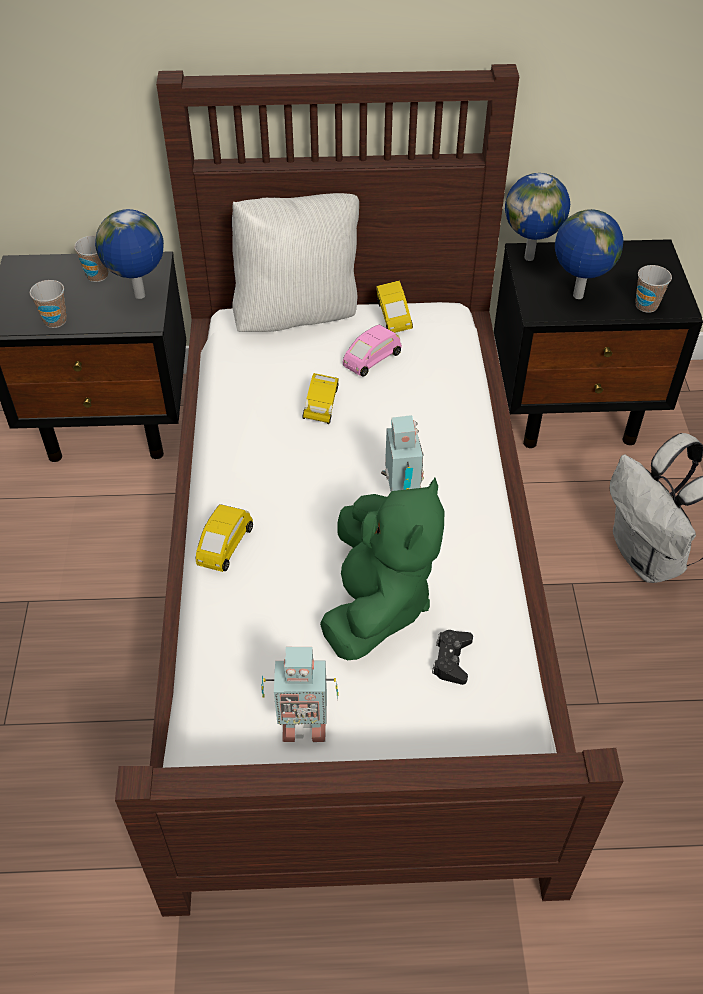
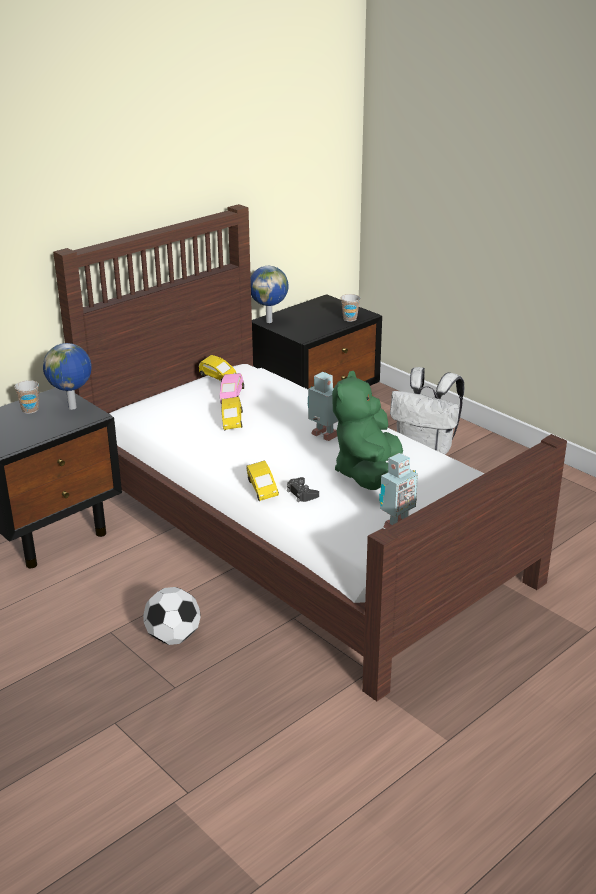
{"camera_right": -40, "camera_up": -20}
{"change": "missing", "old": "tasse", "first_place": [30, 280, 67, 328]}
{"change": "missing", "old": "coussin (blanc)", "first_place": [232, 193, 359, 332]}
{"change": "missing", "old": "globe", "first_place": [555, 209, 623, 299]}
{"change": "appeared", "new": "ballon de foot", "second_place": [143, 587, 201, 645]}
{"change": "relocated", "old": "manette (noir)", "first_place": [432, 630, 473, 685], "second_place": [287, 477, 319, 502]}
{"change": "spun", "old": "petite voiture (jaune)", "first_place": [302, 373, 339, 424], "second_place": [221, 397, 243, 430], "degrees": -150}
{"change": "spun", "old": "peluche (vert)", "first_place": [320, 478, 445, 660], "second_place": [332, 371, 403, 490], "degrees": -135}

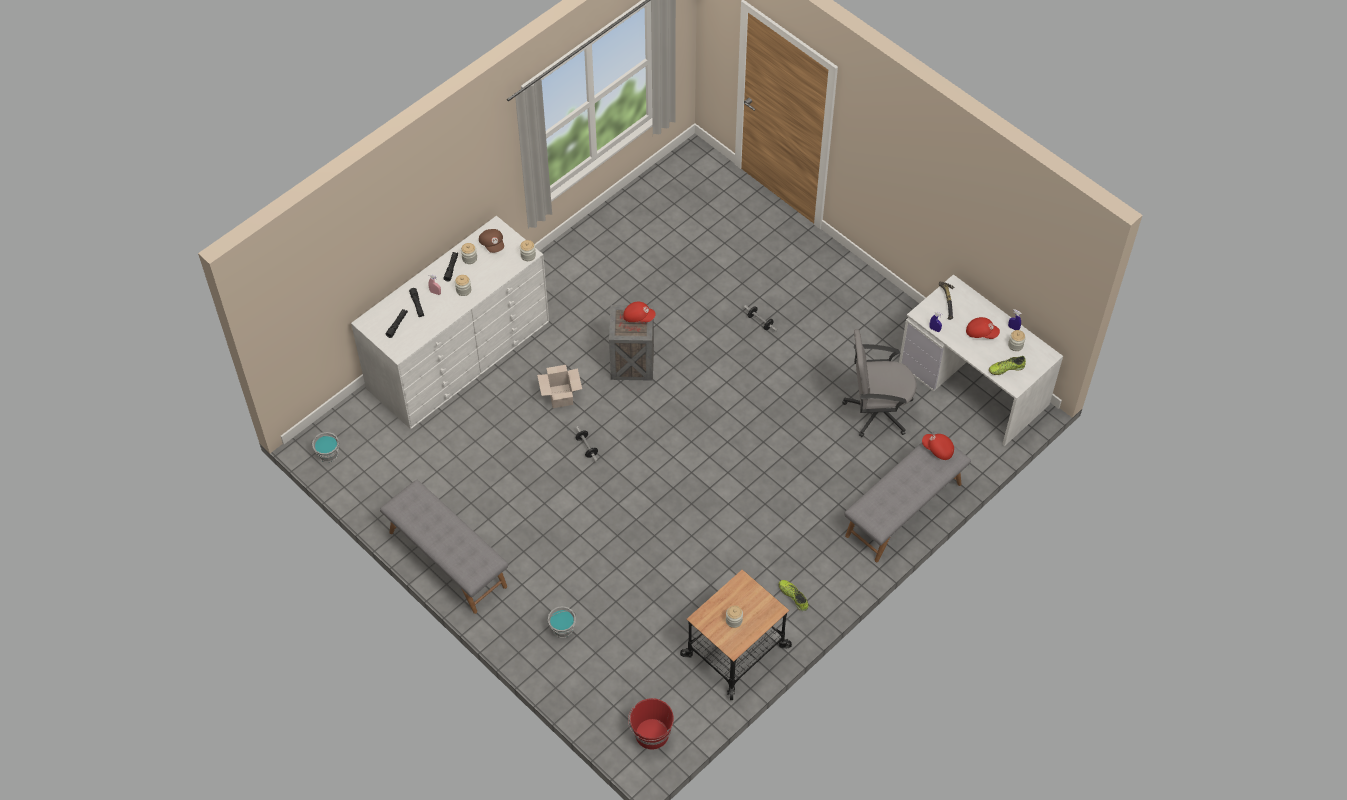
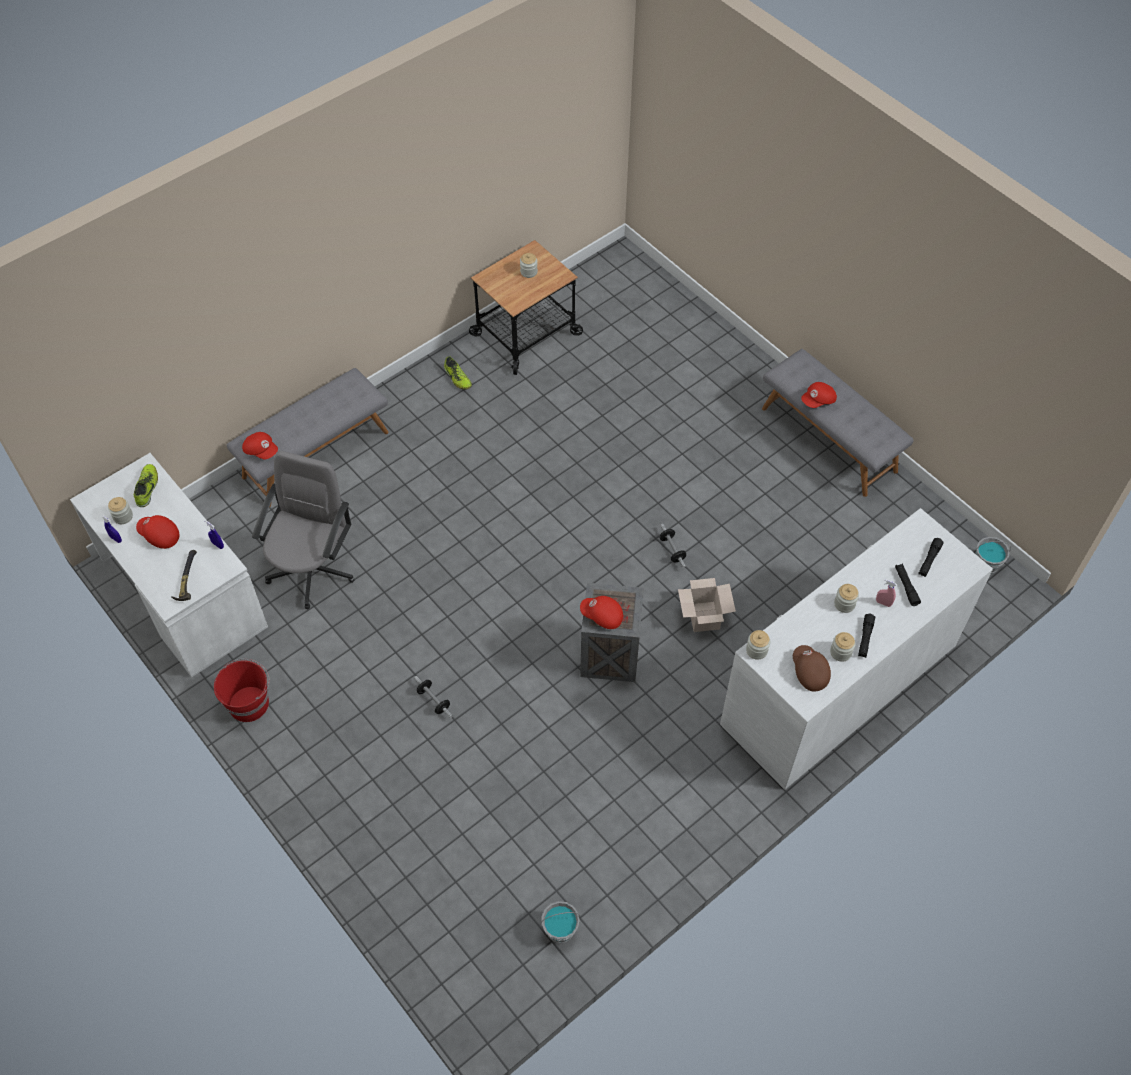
{"camera_right": -175, "camera_up": 0}
{"change": "appeared", "new": "casquette (rouge)", "second_place": [801, 382, 837, 408]}
{"change": "relocated", "old": "seau (gris)", "first_place": [547, 606, 576, 638], "second_place": [541, 901, 580, 943]}
{"change": "relocated", "old": "seau (rouge)", "first_place": [628, 698, 674, 750], "second_place": [214, 659, 269, 722]}
{"change": "spun", "old": "chaise de bureau (gris)", "first_place": [842, 329, 917, 437], "second_place": [252, 451, 355, 609], "degrees": -75}
{"change": "spun", "old": "chaussure", "first_place": [989, 356, 1026, 375], "second_place": [134, 464, 158, 507], "degrees": -75}

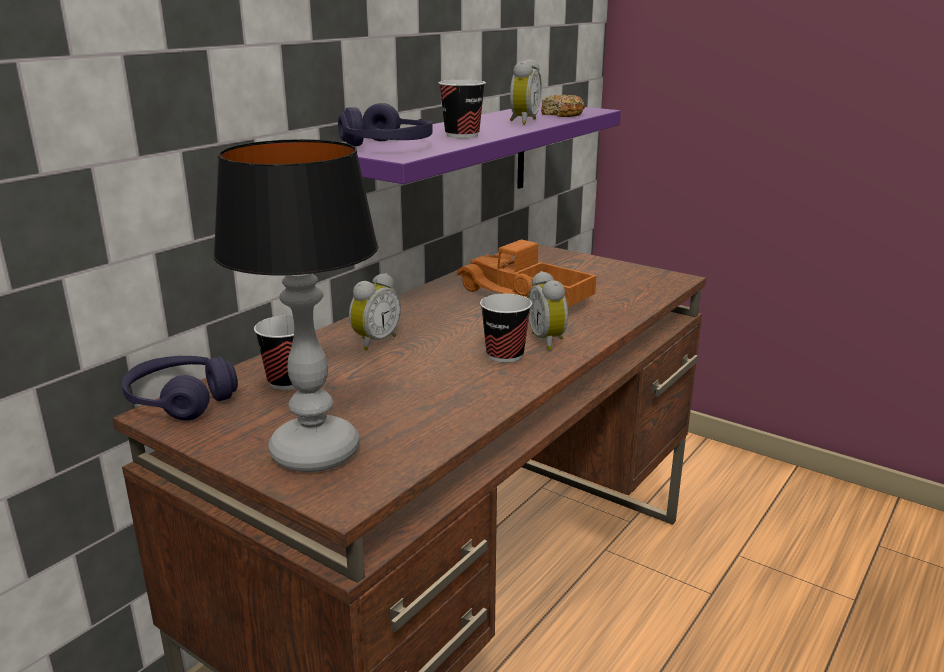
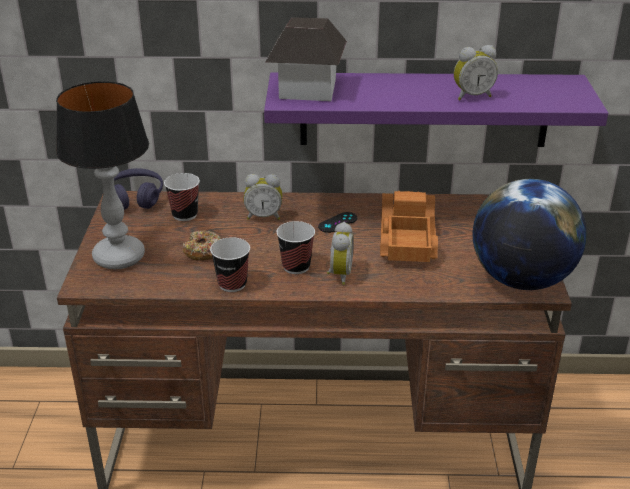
{"camera_right": 55, "camera_up": 10}
{"change": "appeared", "new": "manette (noir)", "second_place": [318, 212, 357, 233]}
{"change": "appeared", "new": "globe", "second_place": [473, 179, 587, 290]}
{"change": "relocated", "old": "tasse", "first_place": [439, 80, 486, 138], "second_place": [210, 237, 250, 292]}
{"change": "relocated", "old": "beignet", "first_place": [541, 95, 585, 117], "second_place": [182, 230, 220, 261]}
{"change": "exchanged", "old": "casque audio (violet)", "new": "maison miniature", "first_place": [338, 103, 433, 146], "second_place": [265, 17, 347, 101]}
{"change": "spun", "old": "réveil", "first_place": [528, 271, 568, 350], "second_place": [327, 222, 354, 285], "degrees": 150}

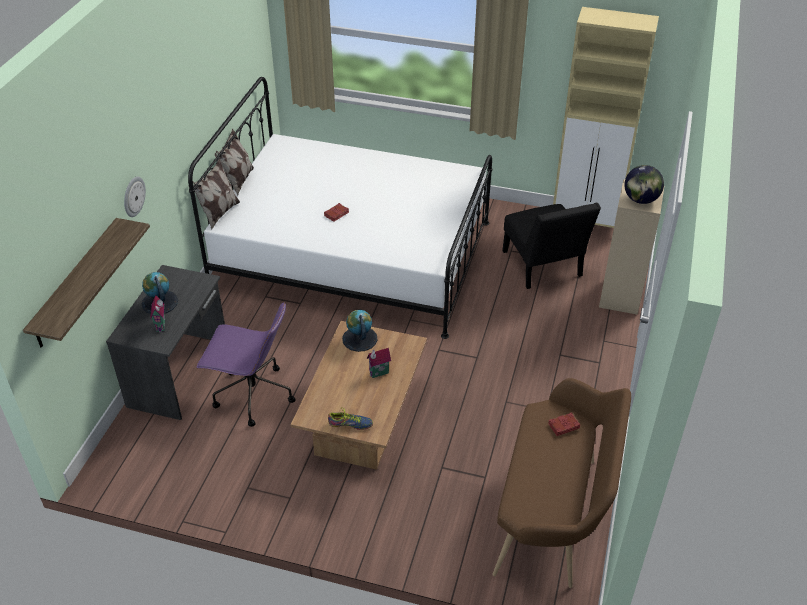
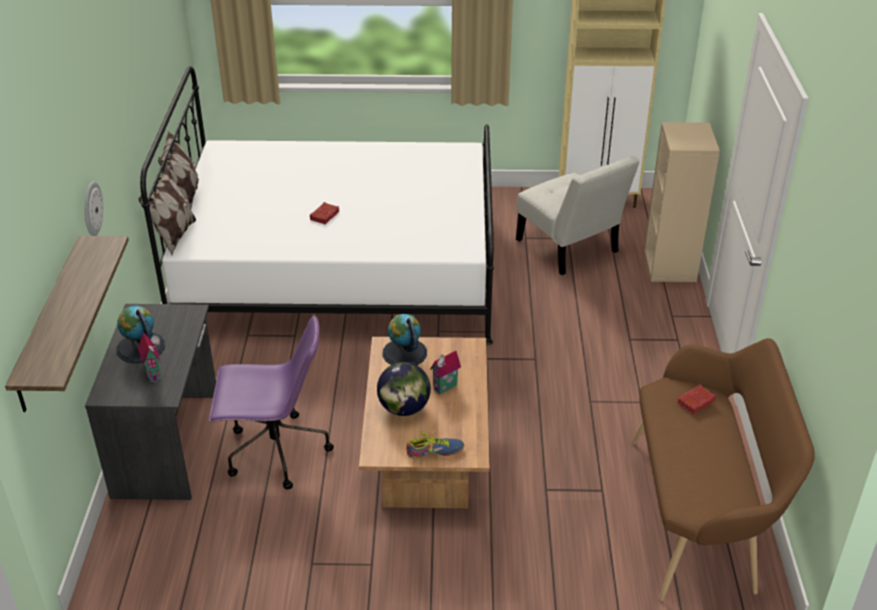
{"camera_right": -15, "camera_up": -5}
{"change": "relocated", "old": "globe", "first_place": [624, 165, 664, 204], "second_place": [377, 362, 431, 416]}
{"change": "colour", "old": "chaise (noir)", "new": "chaise (blanc)", "first_place": [502, 202, 601, 289], "second_place": [516, 156, 640, 275]}

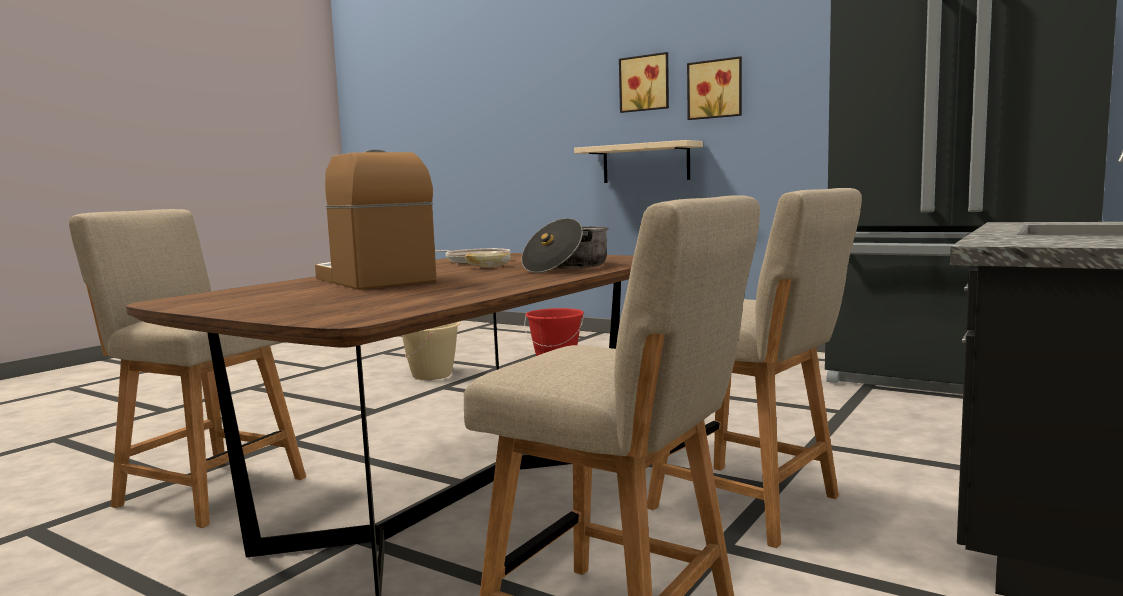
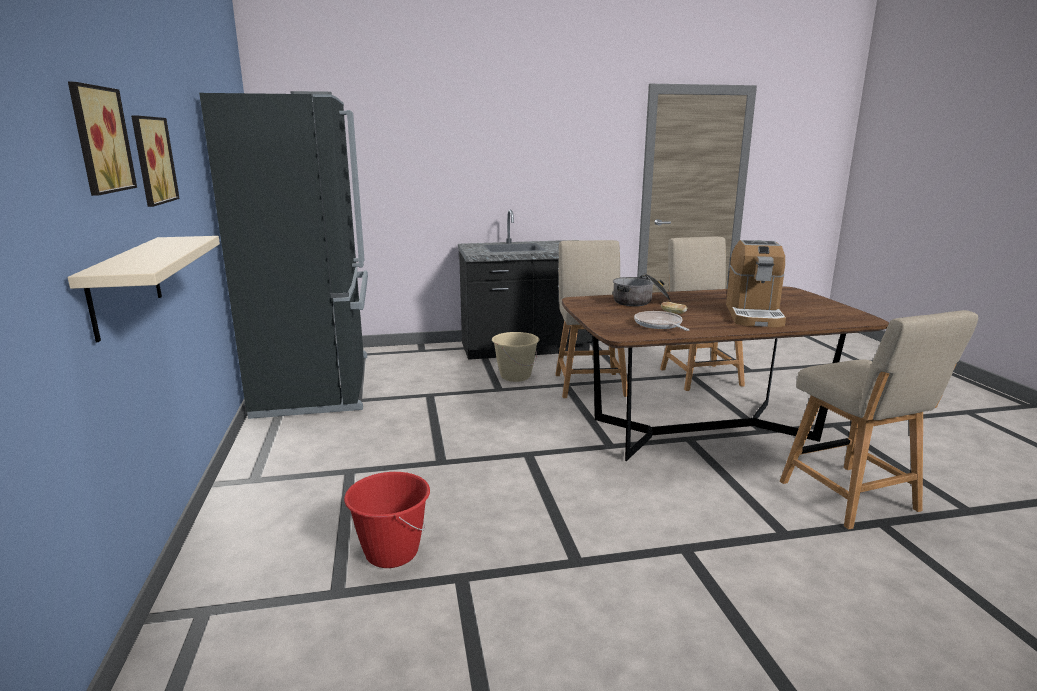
{"camera_right": -135, "camera_up": 10}
{"change": "relocated", "old": "seau (beige)", "first_place": [402, 322, 460, 380], "second_place": [492, 332, 539, 382]}

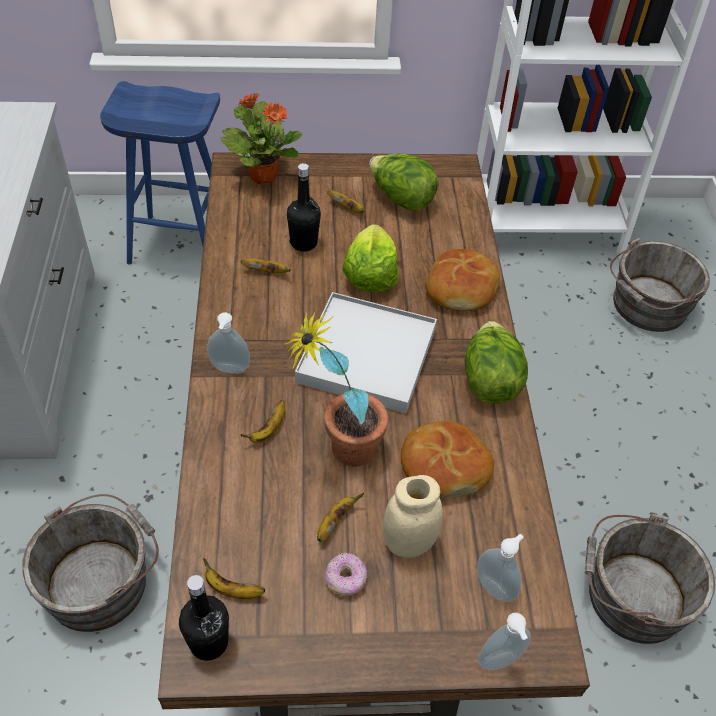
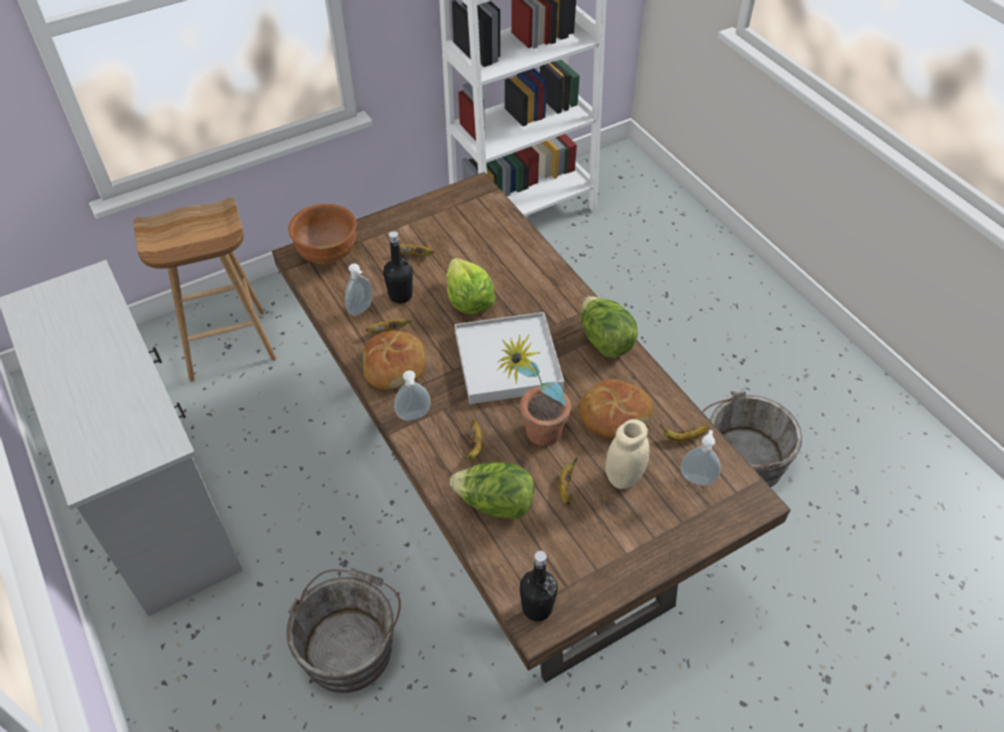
{"camera_right": -25, "camera_up": 0}
{"change": "missing", "old": "beignet", "first_place": [325, 553, 367, 595]}
{"change": "missing", "old": "seau (gris)", "first_place": [610, 238, 710, 332]}
{"change": "relocated", "old": "banane", "first_place": [203, 558, 265, 599], "second_place": [659, 424, 709, 442]}
{"change": "relocated", "old": "laitue", "first_place": [369, 154, 438, 211], "second_place": [450, 462, 534, 520]}
{"change": "relocated", "old": "pain", "first_place": [425, 249, 500, 311], "second_place": [363, 330, 425, 390]}
{"change": "relocated", "old": "distributeur de savon", "first_place": [478, 613, 531, 670], "second_place": [345, 264, 372, 316]}
{"change": "exchanged", "old": "plante en pot", "new": "bol (marron)", "first_place": [220, 93, 303, 184], "second_place": [288, 204, 356, 265]}
{"change": "colour", "old": "tabouret (bleu)", "new": "tabouret (marron)", "first_place": [100, 81, 220, 265], "second_place": [133, 197, 277, 382]}

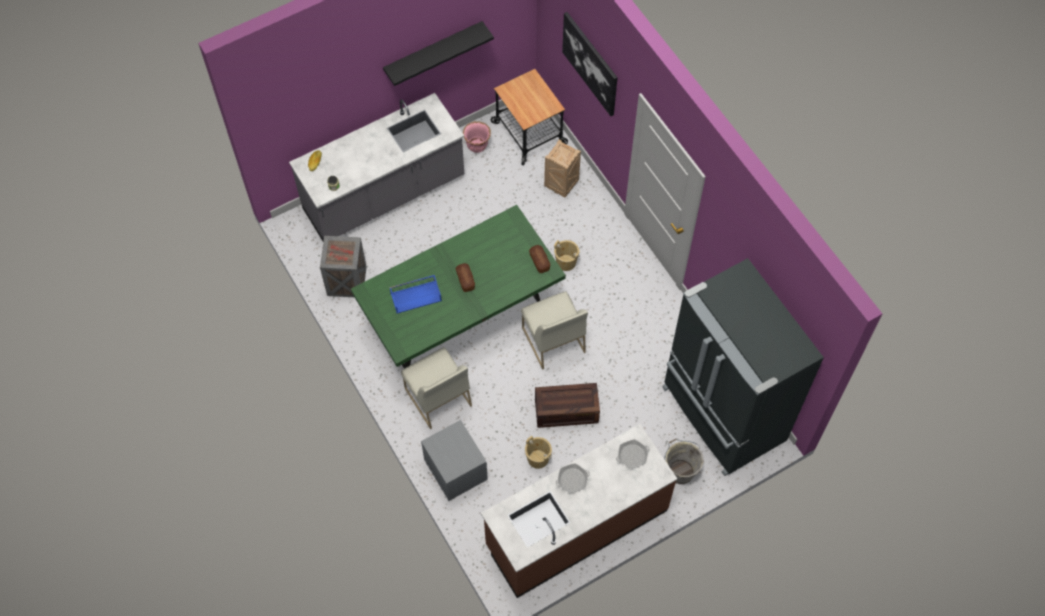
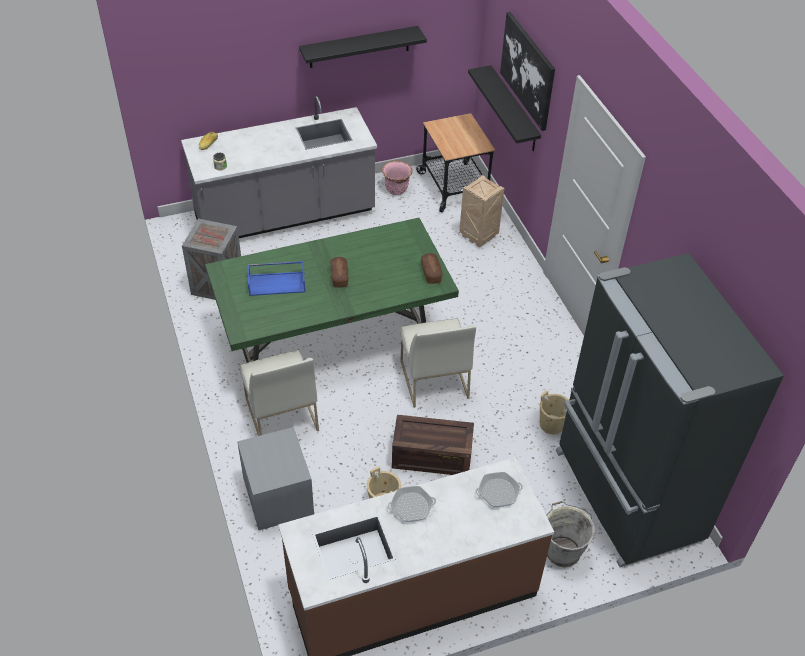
{"camera_right": 10, "camera_up": -15}
{"change": "appeared", "new": "étagère (noir)", "second_place": [468, 65, 541, 151]}
{"change": "relocated", "old": "seau (beige)", "first_place": [554, 240, 580, 271], "second_place": [540, 390, 569, 434]}

